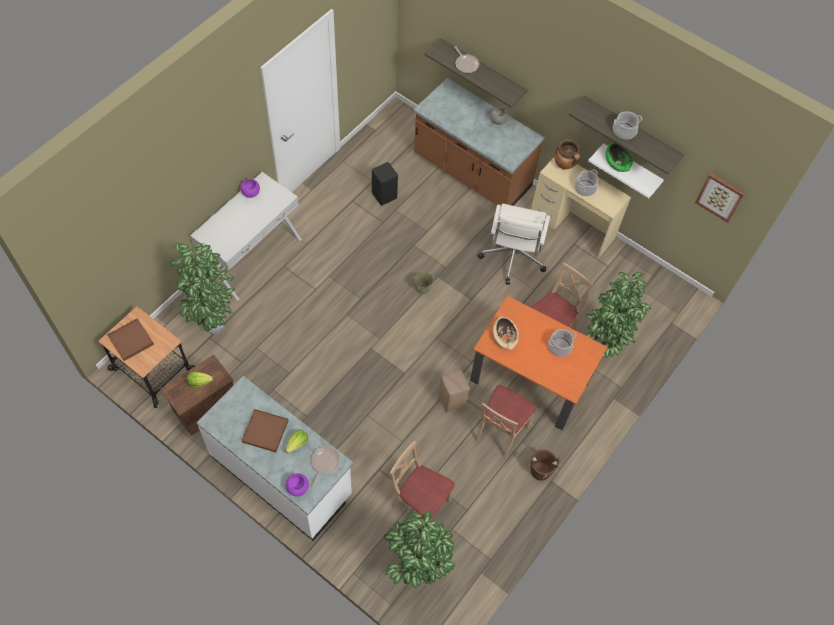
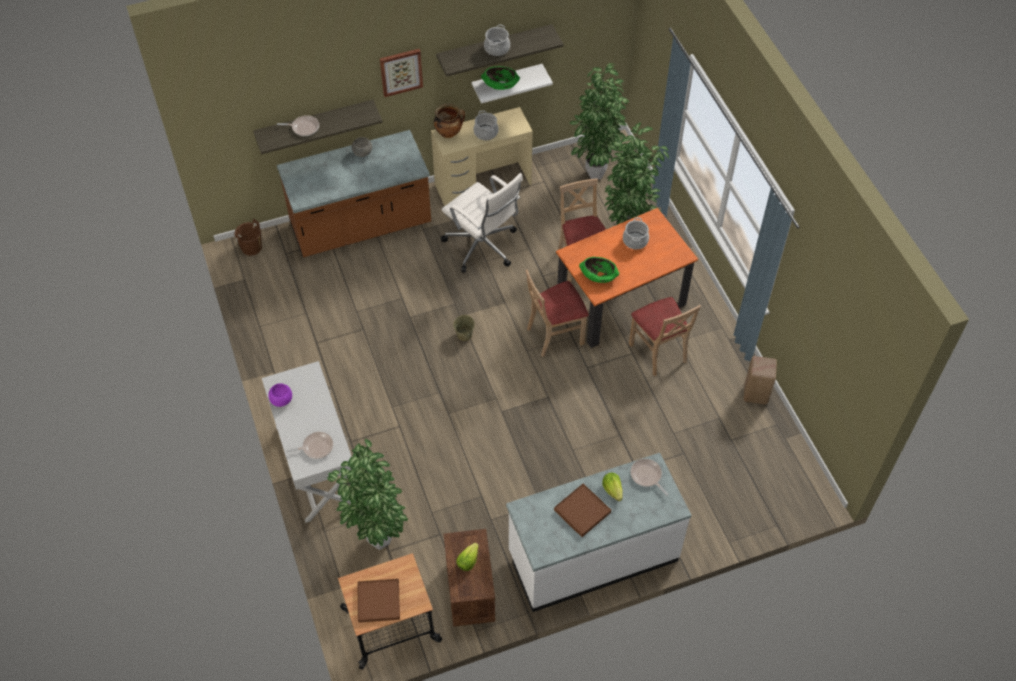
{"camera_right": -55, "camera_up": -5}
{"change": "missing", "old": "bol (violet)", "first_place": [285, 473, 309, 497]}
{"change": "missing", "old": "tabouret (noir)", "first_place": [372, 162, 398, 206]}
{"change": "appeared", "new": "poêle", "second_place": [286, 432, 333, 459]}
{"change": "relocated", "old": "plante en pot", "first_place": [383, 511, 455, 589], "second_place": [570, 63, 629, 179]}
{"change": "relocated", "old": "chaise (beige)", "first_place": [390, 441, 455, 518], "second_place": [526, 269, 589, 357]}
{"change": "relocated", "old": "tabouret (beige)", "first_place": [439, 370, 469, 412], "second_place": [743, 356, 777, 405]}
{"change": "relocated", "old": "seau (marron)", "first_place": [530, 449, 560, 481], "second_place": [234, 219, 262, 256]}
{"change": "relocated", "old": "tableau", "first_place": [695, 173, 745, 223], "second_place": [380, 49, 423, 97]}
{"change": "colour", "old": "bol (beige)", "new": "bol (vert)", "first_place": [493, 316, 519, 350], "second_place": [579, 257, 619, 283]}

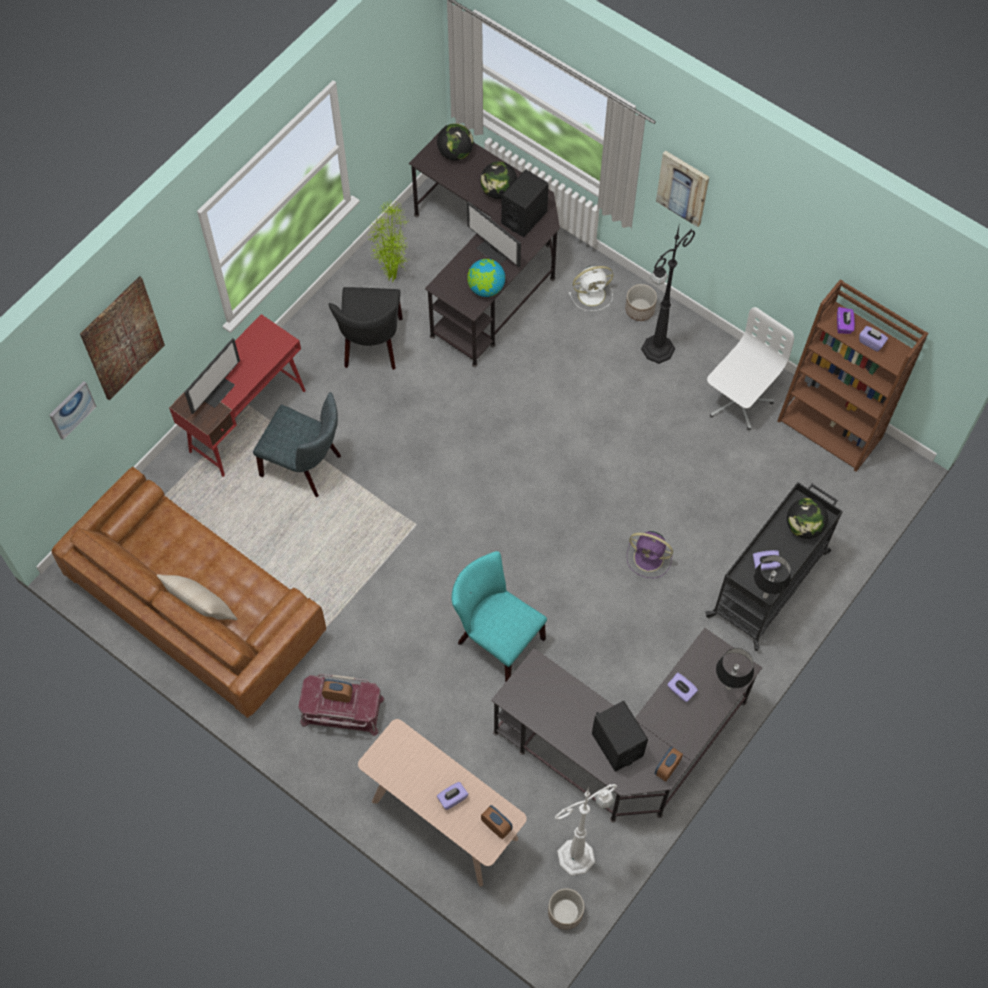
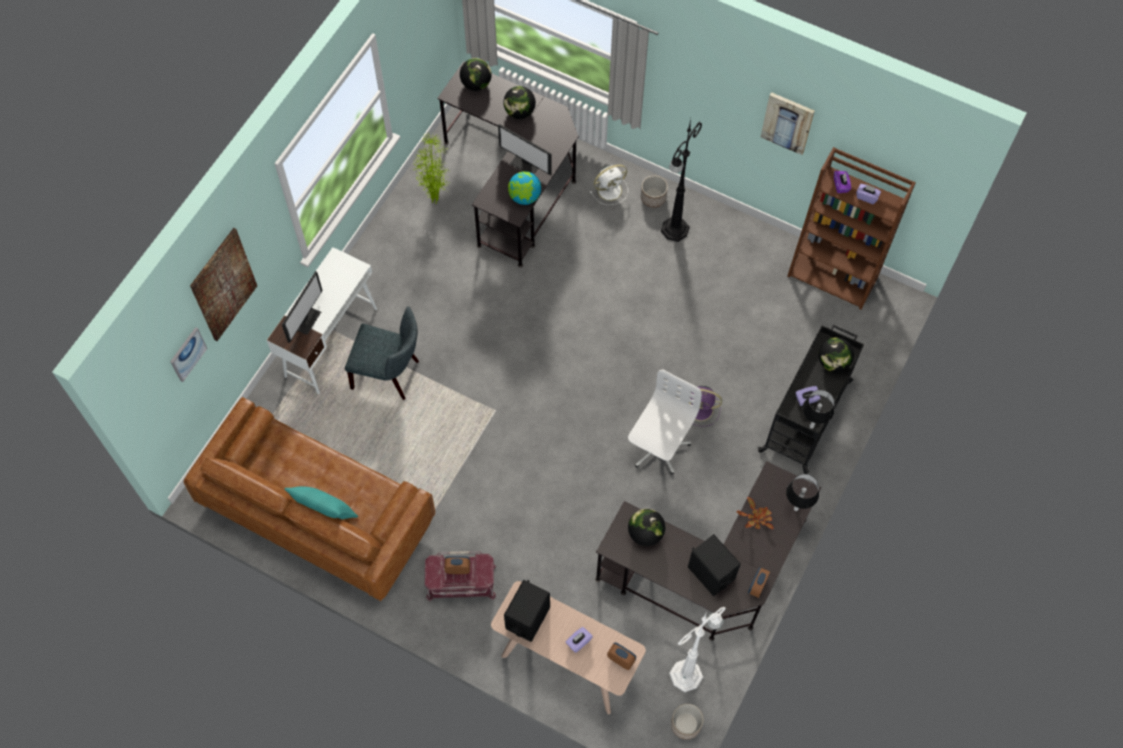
{"camera_right": -10, "camera_up": 0}
{"change": "missing", "old": "chaise (noir)", "first_place": [329, 287, 403, 370]}
{"change": "missing", "old": "chaise (turquoise)", "first_place": [452, 551, 547, 682]}
{"change": "appeared", "new": "globe", "second_place": [628, 509, 665, 546]}
{"change": "relocated", "old": "enceinte (noir)", "first_place": [501, 169, 549, 237], "second_place": [504, 580, 550, 642]}
{"change": "relocated", "old": "tableau", "first_place": [656, 150, 709, 227], "second_place": [761, 92, 815, 155]}
{"change": "relocated", "old": "chaise de bureau (blanc)", "first_place": [707, 307, 794, 430], "second_place": [628, 370, 702, 474]}
{"change": "exchanged", "old": "boîte à mouchoirs (violet)", "new": "plante en pot", "first_place": [667, 673, 698, 702], "second_place": [736, 497, 774, 529]}
{"change": "colour", "old": "coussin (beige)", "new": "coussin (turquoise)", "first_place": [157, 574, 237, 620], "second_place": [285, 486, 358, 519]}
{"change": "colour", "old": "bureau (rouge)", "new": "bureau (blanc)", "first_place": [169, 314, 306, 477], "second_place": [267, 247, 377, 394]}

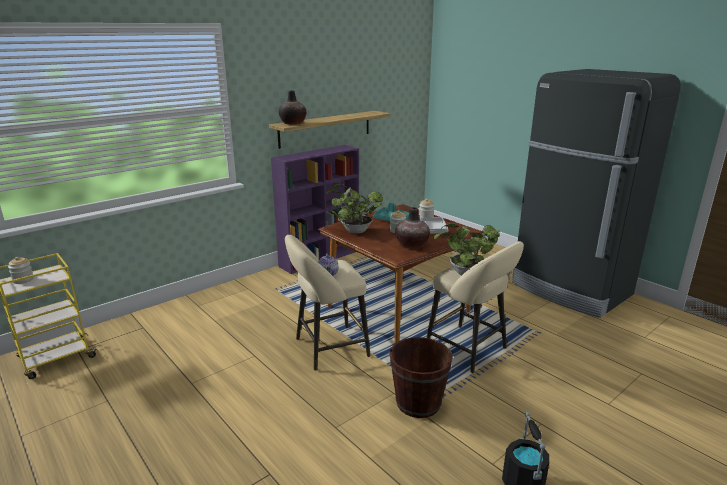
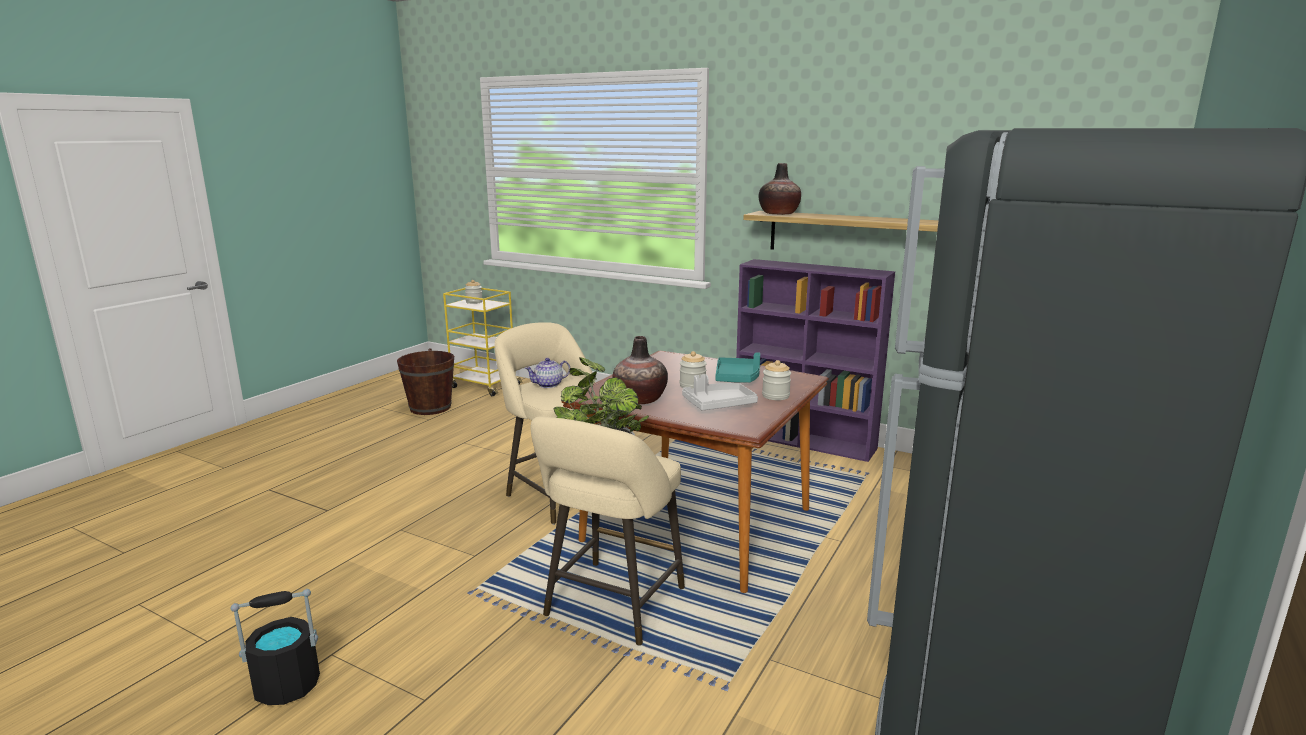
{"camera_right": 70, "camera_up": -5}
{"change": "missing", "old": "plante en pot", "first_place": [326, 183, 383, 234]}
{"change": "relocated", "old": "seau (marron)", "first_place": [389, 337, 453, 418], "second_place": [397, 348, 454, 415]}

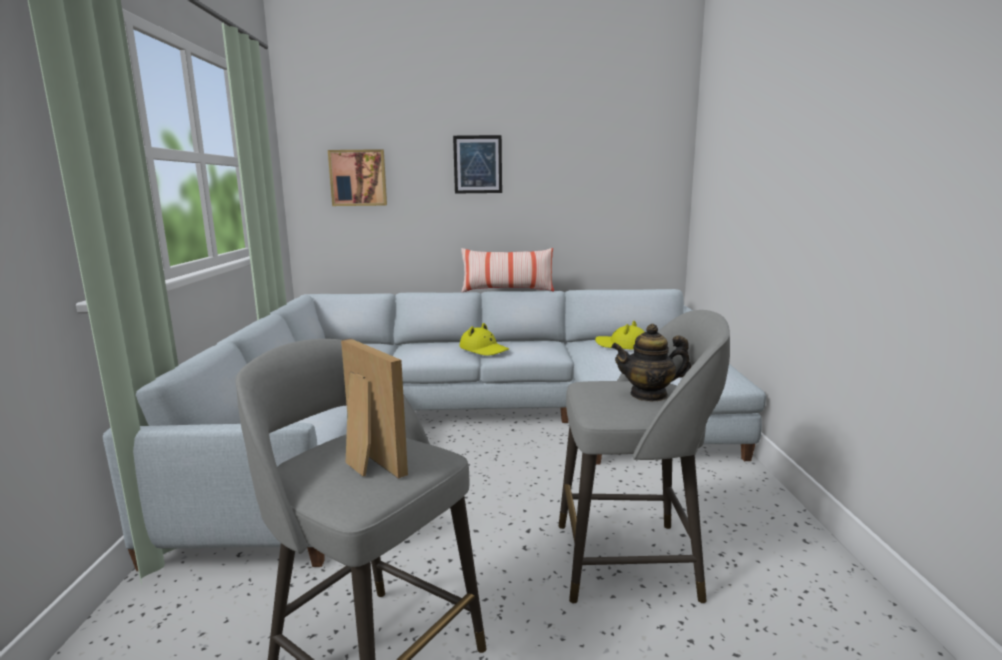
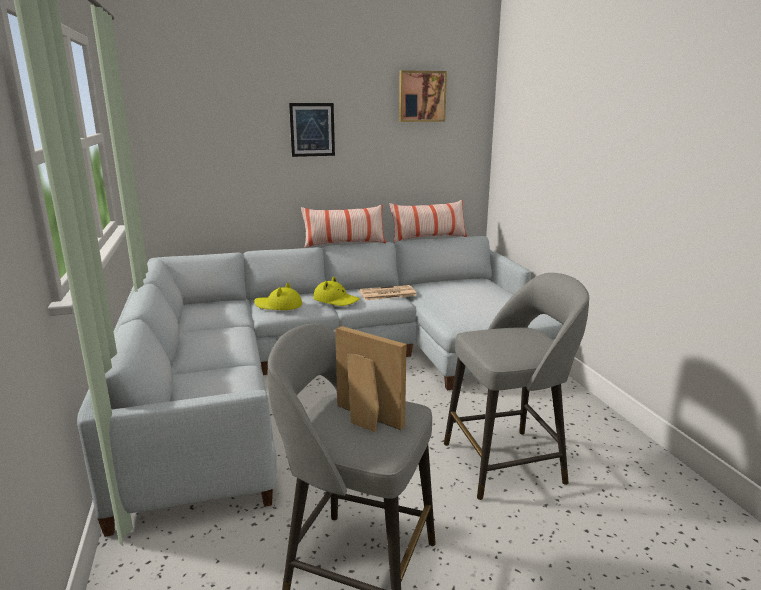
{"camera_right": -15, "camera_up": 5}
{"change": "missing", "old": "théière", "first_place": [611, 324, 691, 401]}
{"change": "appeared", "new": "journal", "second_place": [359, 285, 417, 300]}
{"change": "appeared", "new": "coussin", "second_place": [390, 200, 467, 243]}
{"change": "relocated", "old": "tableau", "first_place": [328, 149, 387, 206], "second_place": [399, 70, 447, 122]}
{"change": "relocated", "old": "chapeau (jaune)", "first_place": [595, 321, 645, 350], "second_place": [254, 283, 302, 310]}

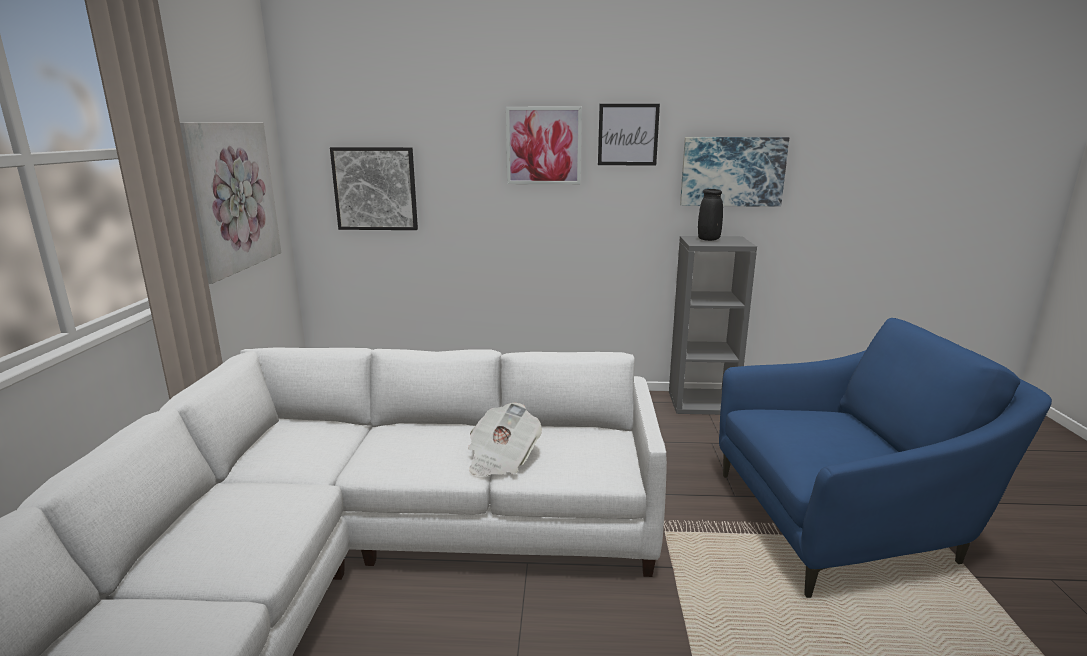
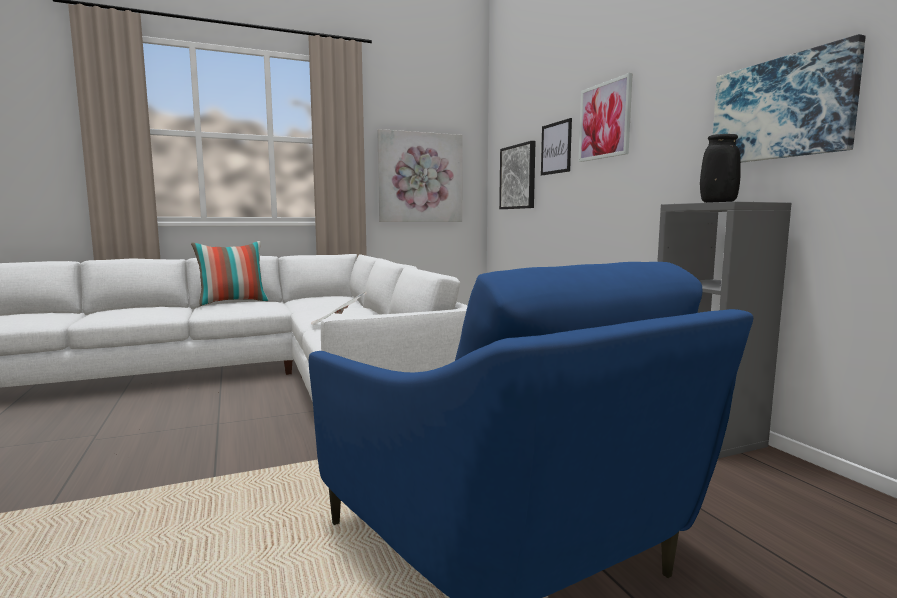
{"camera_right": 65, "camera_up": -10}
{"change": "appeared", "new": "coussin", "second_place": [191, 241, 269, 306]}
{"change": "relocated", "old": "tableau", "first_place": [598, 104, 660, 166], "second_place": [541, 118, 572, 175]}

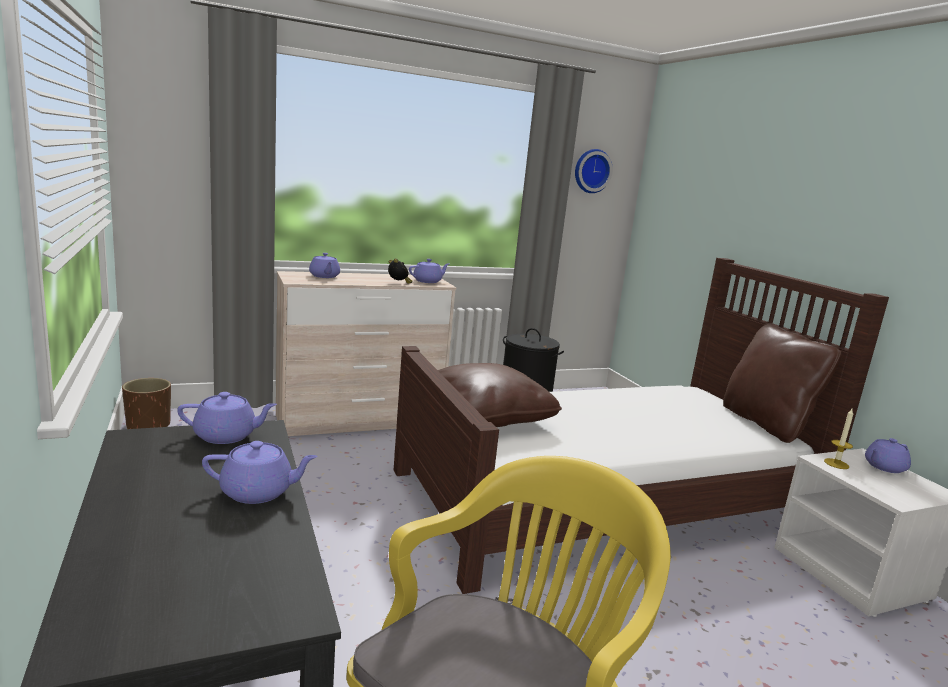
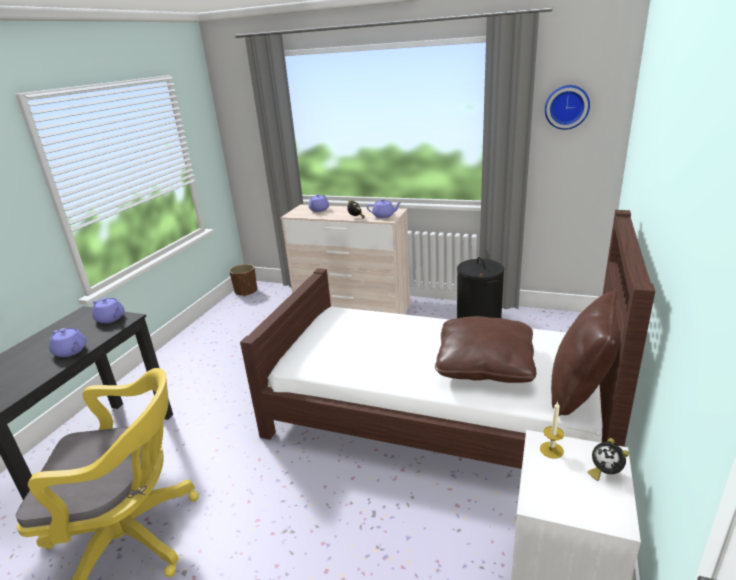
{"camera_right": 45, "camera_up": 10}
{"change": "relocated", "old": "coussin (marron)", "first_place": [438, 363, 562, 427], "second_place": [435, 316, 536, 383]}
{"change": "exchanged", "old": "théière (violet)", "new": "réveil", "first_place": [865, 438, 911, 473], "second_place": [588, 438, 629, 481]}

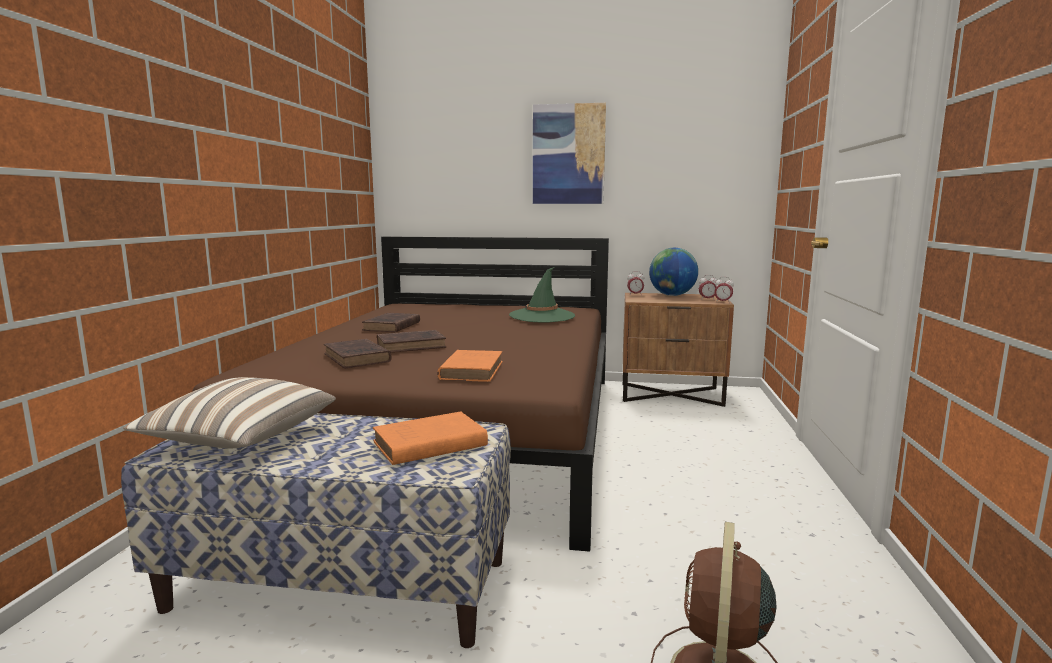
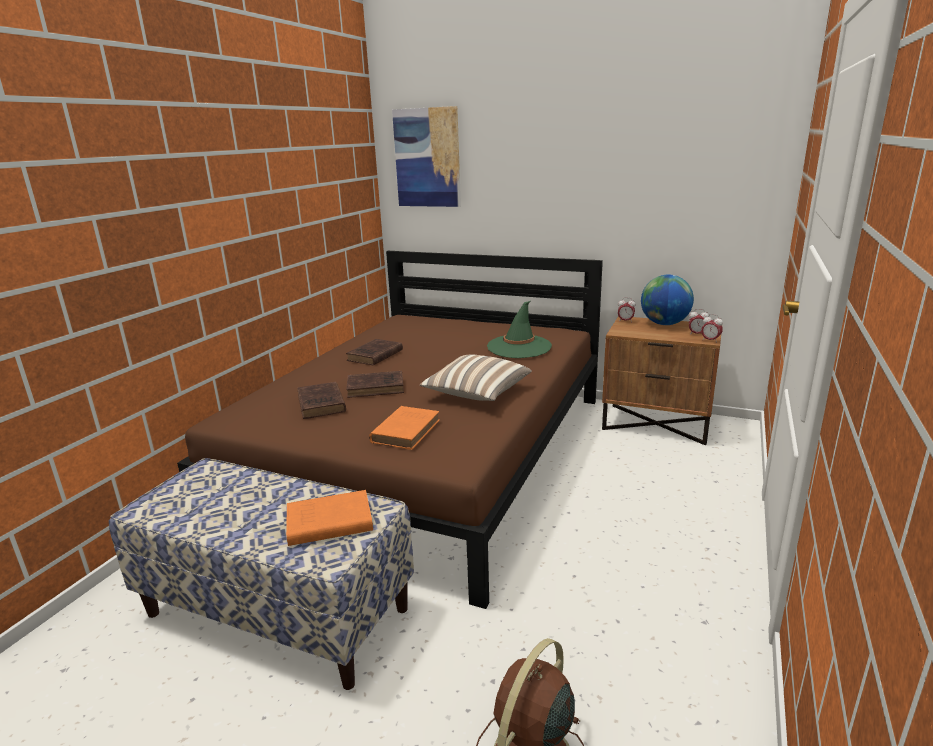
{"camera_right": 15, "camera_up": 10}
{"change": "relocated", "old": "coussin", "first_place": [123, 377, 336, 448], "second_place": [420, 355, 532, 401]}
{"change": "relocated", "old": "tableau", "first_place": [533, 103, 606, 204], "second_place": [392, 106, 461, 207]}

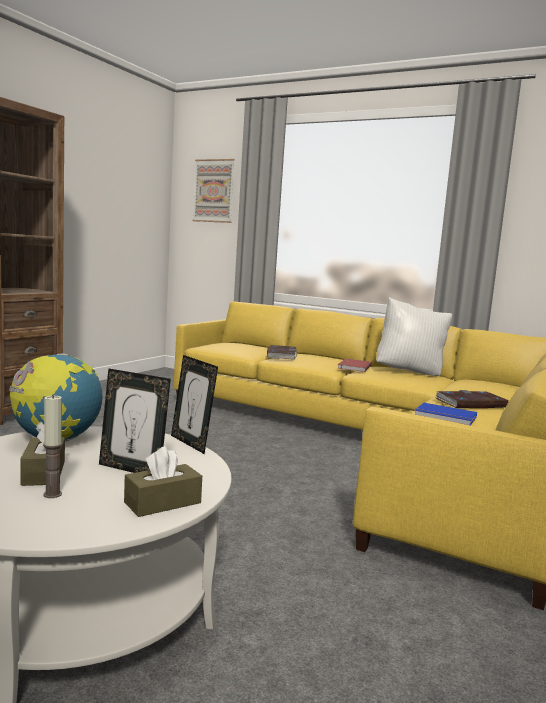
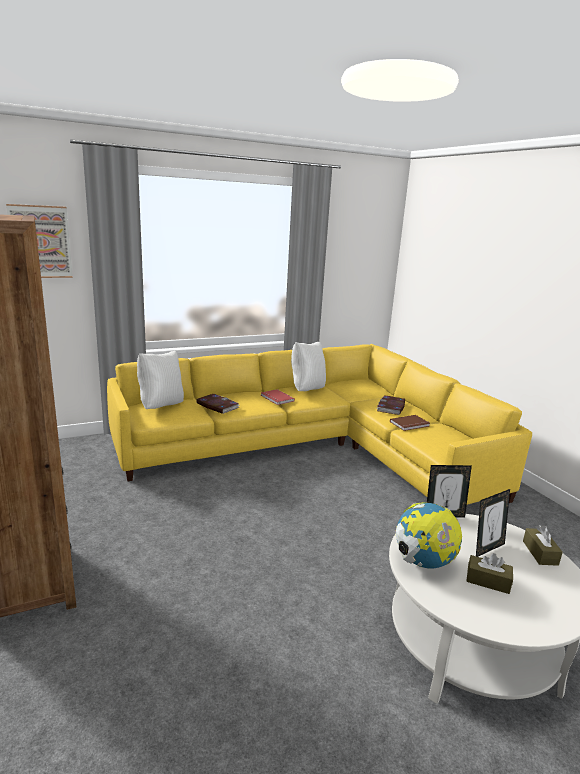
{"camera_right": -55, "camera_up": 10}
{"change": "missing", "old": "bougie", "first_place": [43, 394, 63, 498]}
{"change": "appeared", "new": "coussin (blanc)", "second_place": [137, 351, 184, 409]}
{"change": "colour", "old": "livre (bleu)", "new": "livre (marron)", "first_place": [414, 403, 477, 426], "second_place": [390, 415, 430, 431]}

